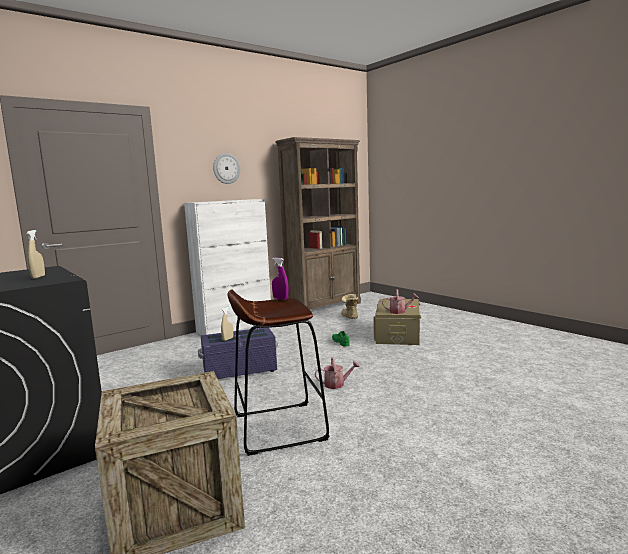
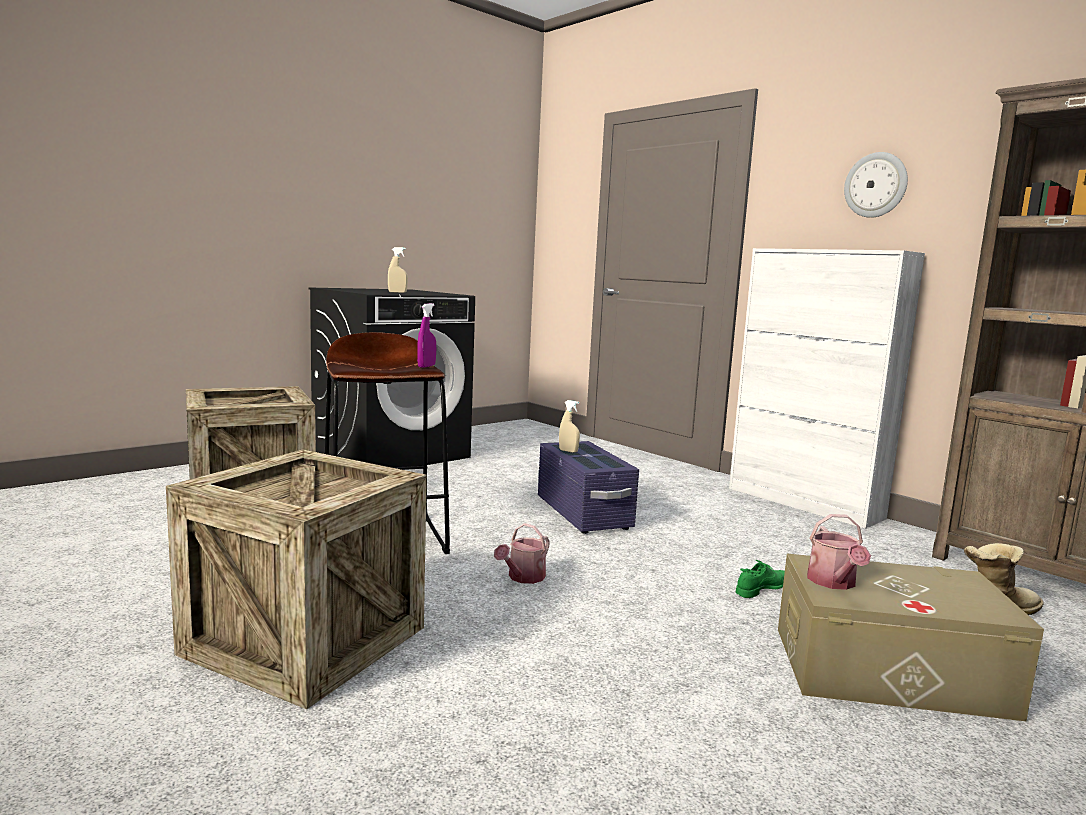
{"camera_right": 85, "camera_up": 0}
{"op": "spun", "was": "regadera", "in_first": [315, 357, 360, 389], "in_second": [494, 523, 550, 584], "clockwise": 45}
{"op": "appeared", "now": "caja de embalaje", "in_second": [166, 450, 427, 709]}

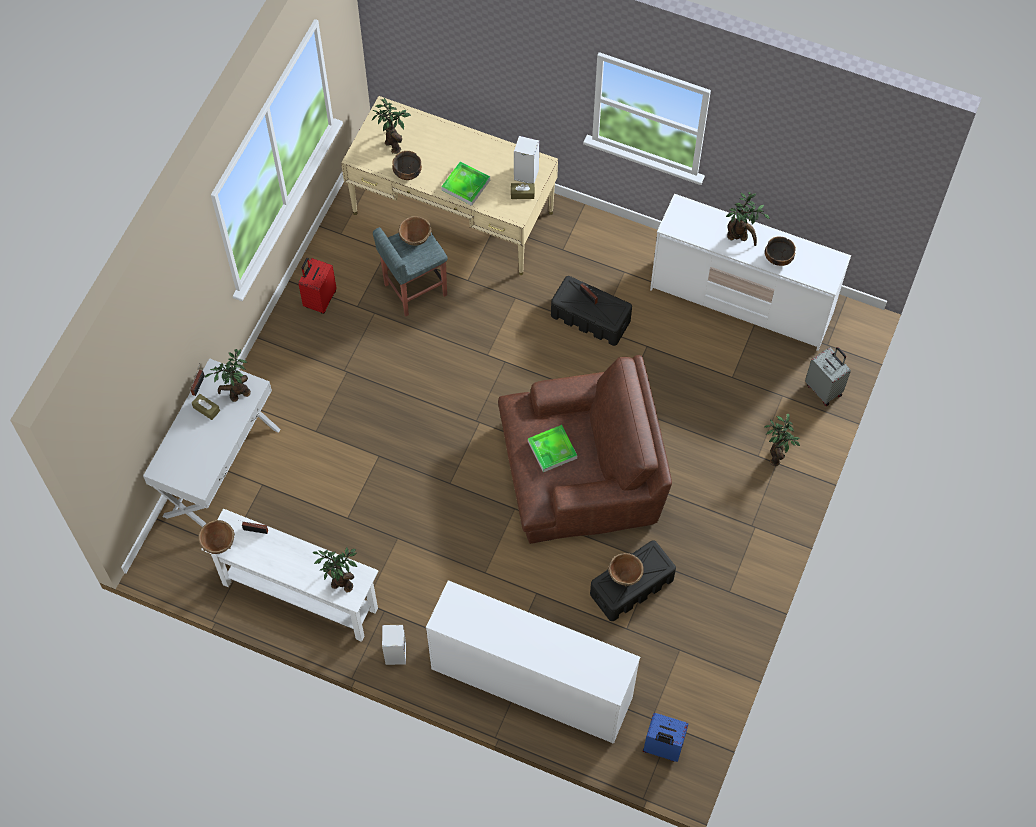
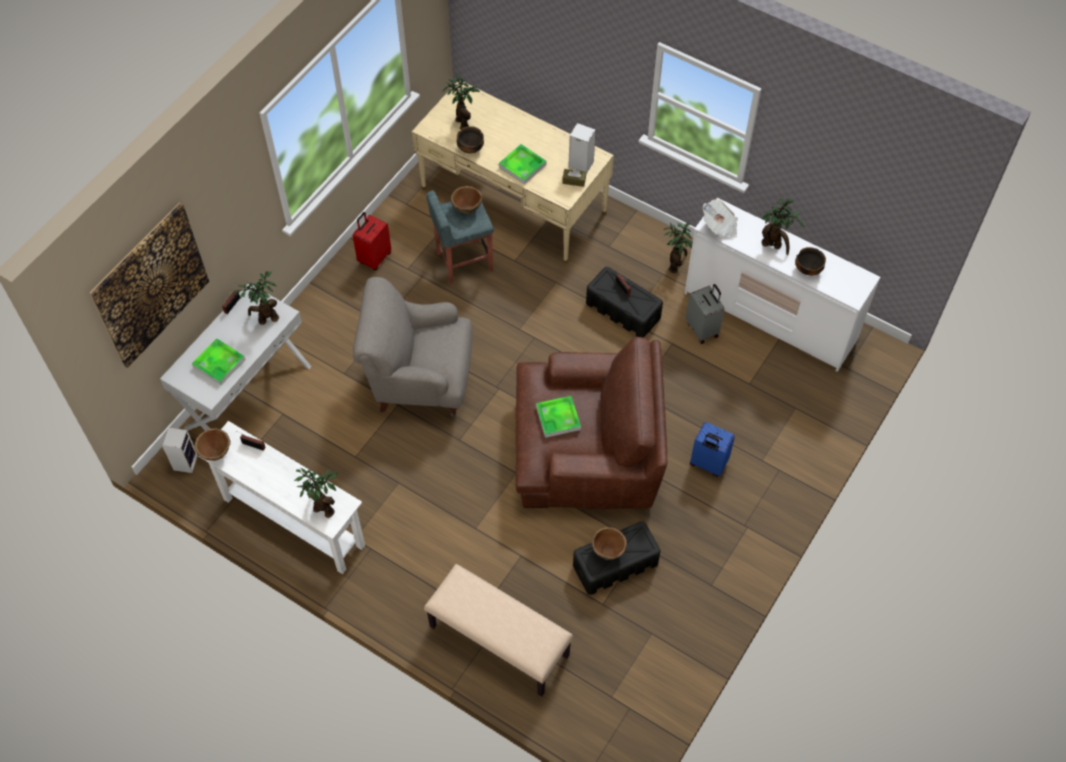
{"camera_right": 10, "camera_up": -5}
{"op": "missing", "was": "caja de pañuelos (marrón)", "in_first": [192, 394, 220, 420]}
{"op": "relocated", "was": "altavoz", "in_first": [382, 625, 406, 665], "in_second": [162, 427, 197, 473]}
{"op": "exchanged", "was": "cómoda (blanco)", "now": "banco (beis)", "in_first": [426, 580, 640, 744], "in_second": [424, 564, 573, 697]}
{"op": "relocated", "was": "maleta (azul)", "in_first": [643, 713, 689, 762], "in_second": [690, 422, 735, 476]}
{"op": "relocated", "was": "planta en maceta", "in_first": [764, 414, 800, 466], "in_second": [663, 222, 693, 273]}
{"op": "relocated", "was": "maleta (gris)", "in_first": [805, 347, 851, 406], "in_second": [686, 284, 725, 344]}
{"op": "appeared", "now": "cuadro", "in_second": [90, 203, 209, 368]}
{"op": "appeared", "now": "bandeja", "in_second": [192, 338, 246, 385]}
{"op": "appeared", "now": "sillón (gris)", "in_second": [353, 277, 473, 416]}
{"op": "appeared", "now": "periódico", "in_second": [703, 200, 738, 238]}

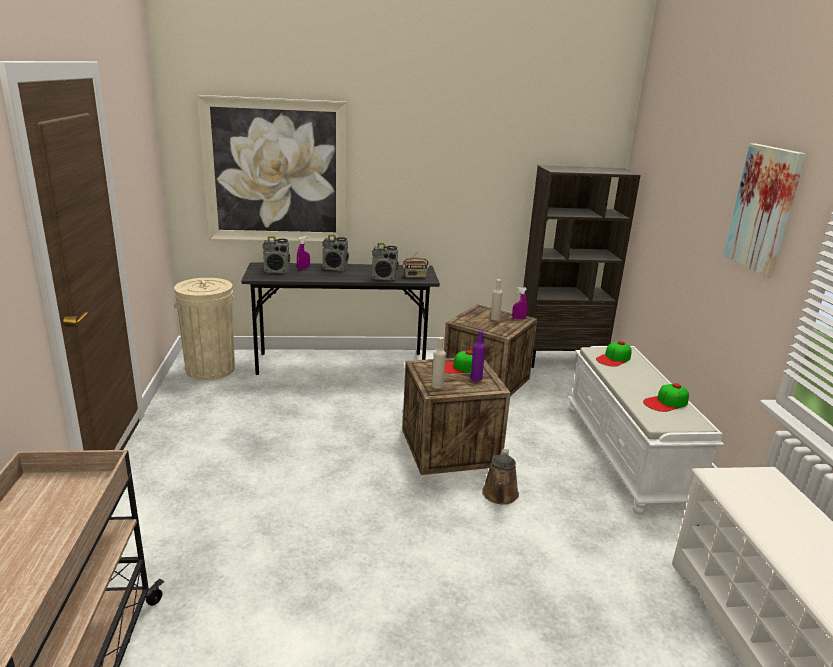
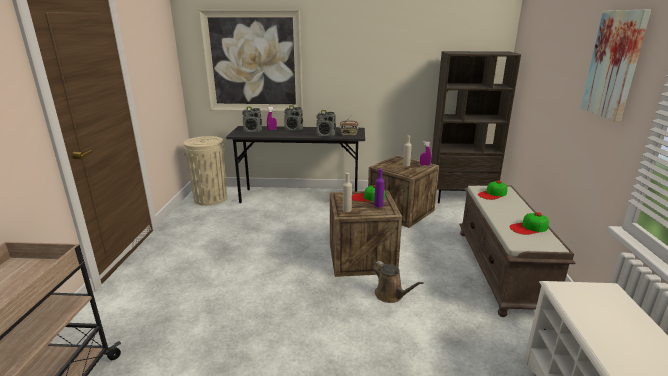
{"camera_right": 10, "camera_up": 0}
{"op": "spun", "was": "regadera (marrón)", "in_first": [482, 449, 519, 505], "in_second": [373, 261, 424, 303], "clockwise": -60}
{"op": "colour", "was": "banco (blanco)", "now": "banco (marrón)", "in_first": [568, 346, 724, 515], "in_second": [459, 185, 575, 317]}

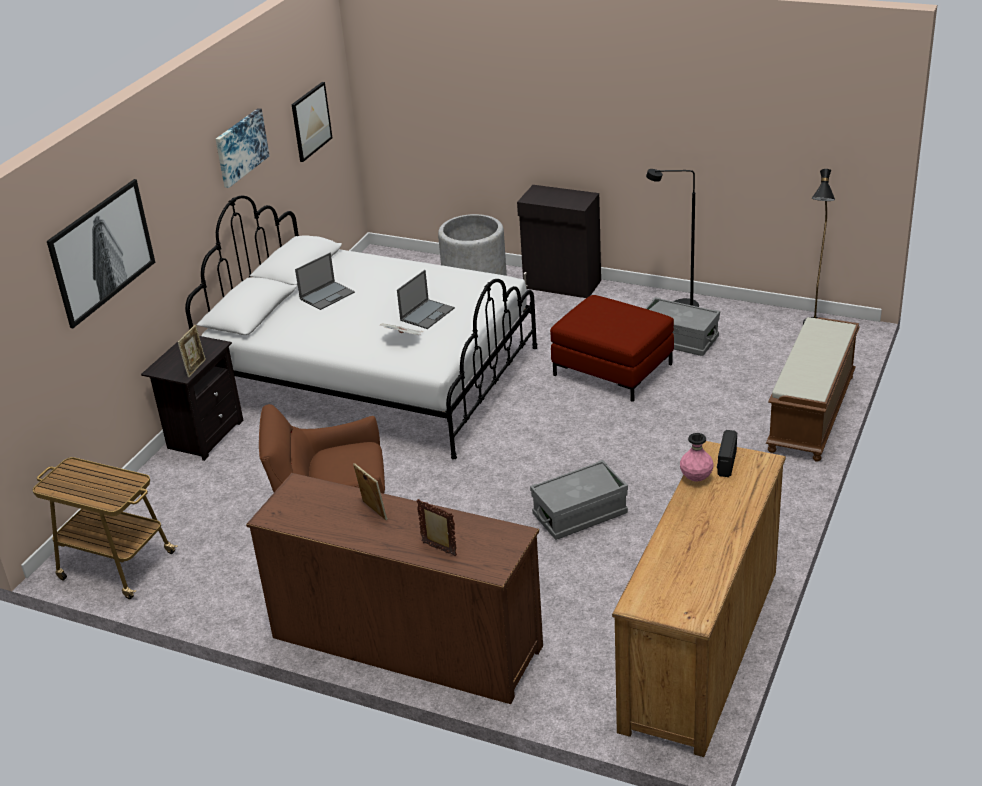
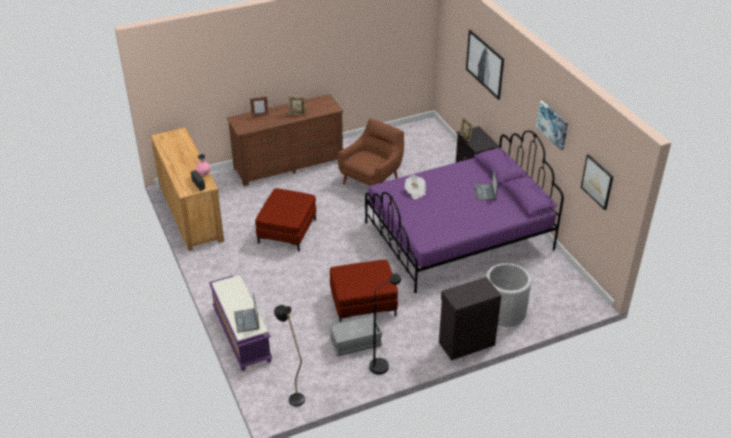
{"camera_right": 130, "camera_up": 5}
{"op": "missing", "was": "carrito", "in_first": [33, 457, 178, 599]}
{"op": "colour", "was": "cama (blanco)", "now": "cama (morado)", "in_first": [185, 196, 538, 459], "in_second": [365, 130, 564, 293]}
{"op": "relocated", "was": "portátil", "in_first": [397, 270, 455, 329], "in_second": [234, 293, 259, 333]}
{"op": "exchanged", "was": "caja de almacenaje (gris)", "now": "puf (rojo)", "in_first": [530, 460, 628, 540], "in_second": [255, 188, 316, 251]}
{"op": "colour", "was": "banco (marrón)", "now": "banco (morado)", "in_first": [766, 317, 860, 462], "in_second": [209, 275, 273, 371]}

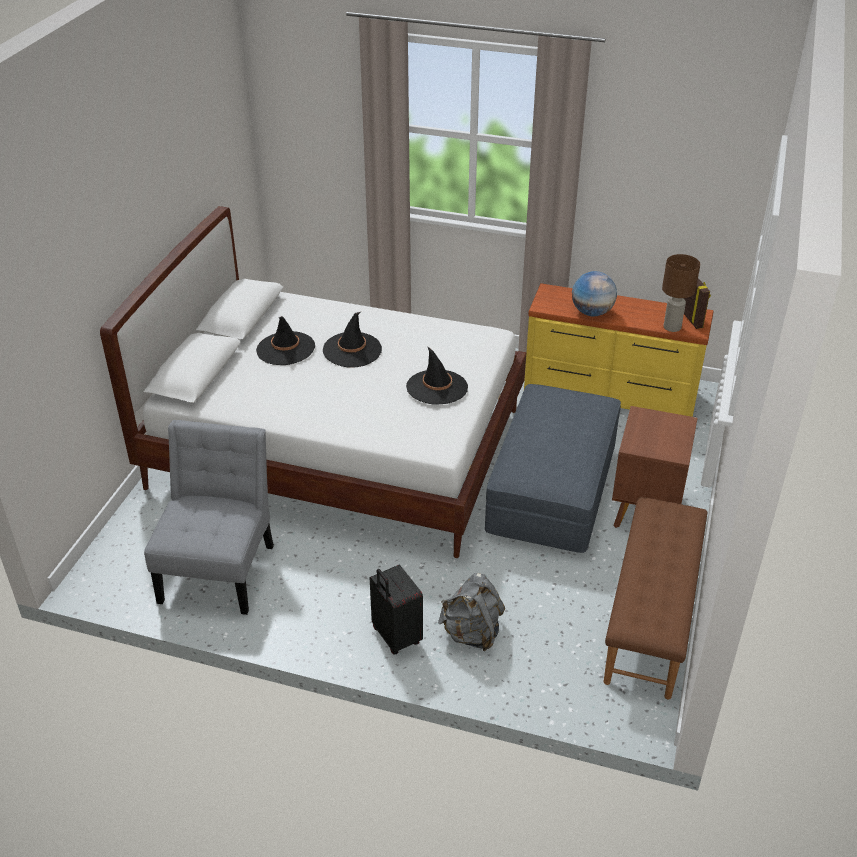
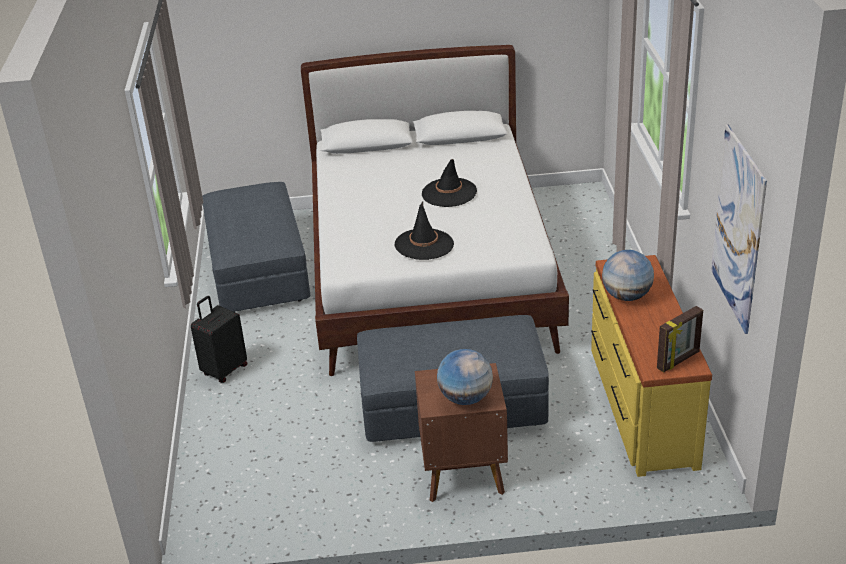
{"camera_right": 70, "camera_up": -5}
{"op": "exchanged", "was": "silla (gris)", "now": "puf (gris)", "in_first": [144, 420, 274, 615], "in_second": [202, 182, 310, 312]}
{"op": "missing", "was": "sombrero (negro)", "in_first": [256, 316, 315, 365]}
{"op": "missing", "was": "mochila (gris)", "in_first": [438, 573, 505, 651]}
{"op": "missing", "was": "banco (marrón)", "in_first": [604, 497, 708, 699]}
{"op": "missing", "was": "lámpara de mesa (marrón)", "in_first": [662, 254, 700, 332]}
{"op": "appeared", "now": "globo terráqueo", "in_second": [437, 349, 493, 405]}
{"op": "appeared", "now": "cuadro", "in_second": [711, 124, 767, 334]}

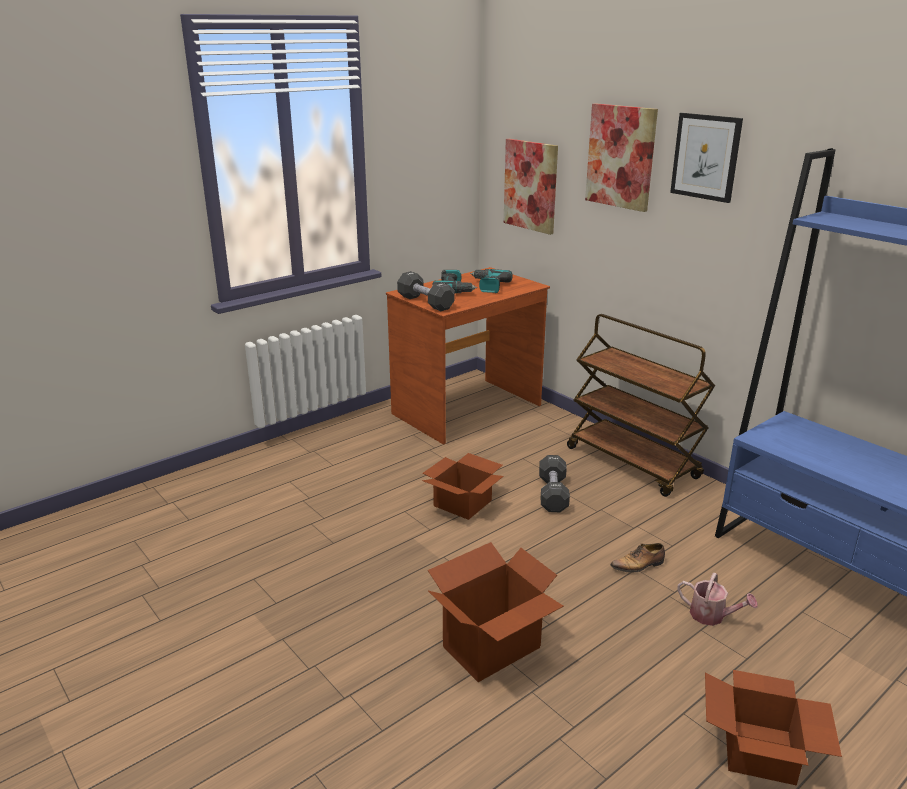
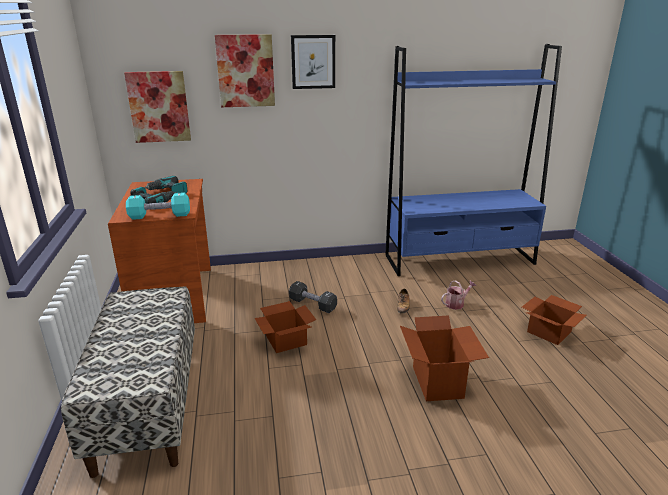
{"camera_right": -60, "camera_up": 0}
{"op": "colour", "was": "mancuerna (negro)", "now": "mancuerna (turquesa)", "in_first": [397, 271, 455, 311], "in_second": [126, 192, 190, 220]}
{"op": "missing", "was": "carrito (marrón)", "in_first": [567, 314, 715, 497]}
{"op": "appeared", "now": "banco", "in_second": [61, 286, 195, 478]}

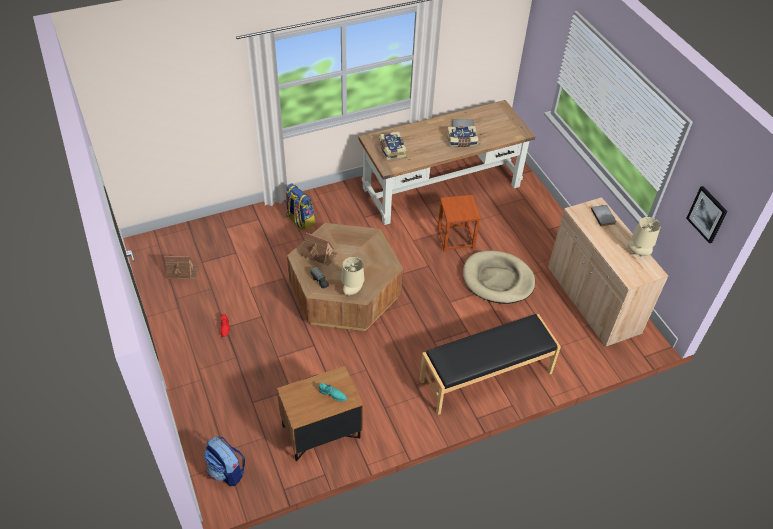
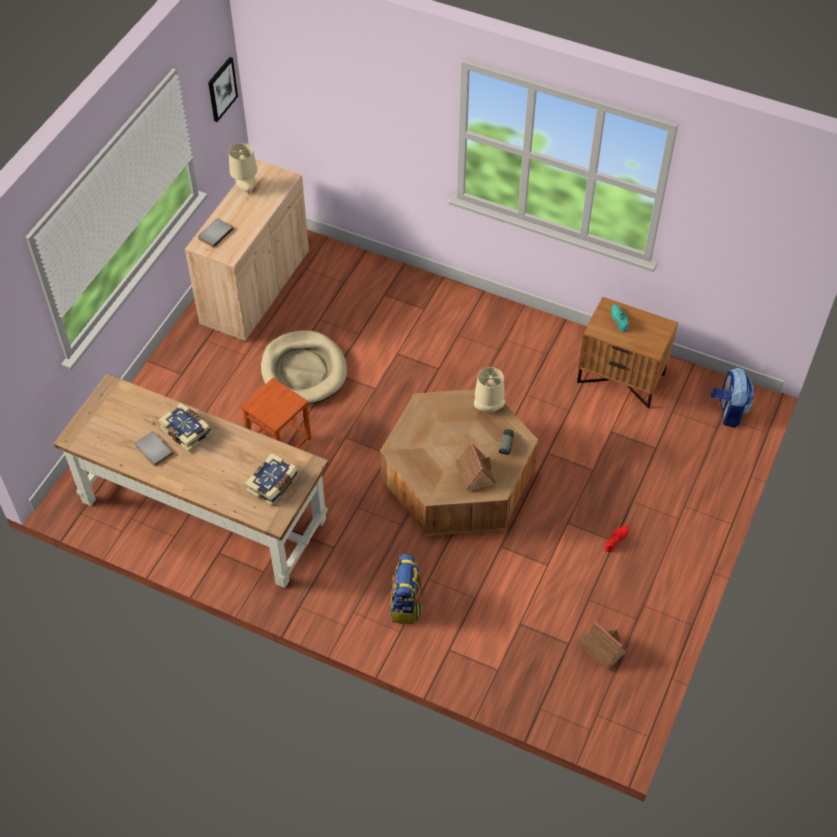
{"camera_right": -130, "camera_up": 5}
{"op": "missing", "was": "banco (negro)", "in_first": [419, 314, 561, 415]}

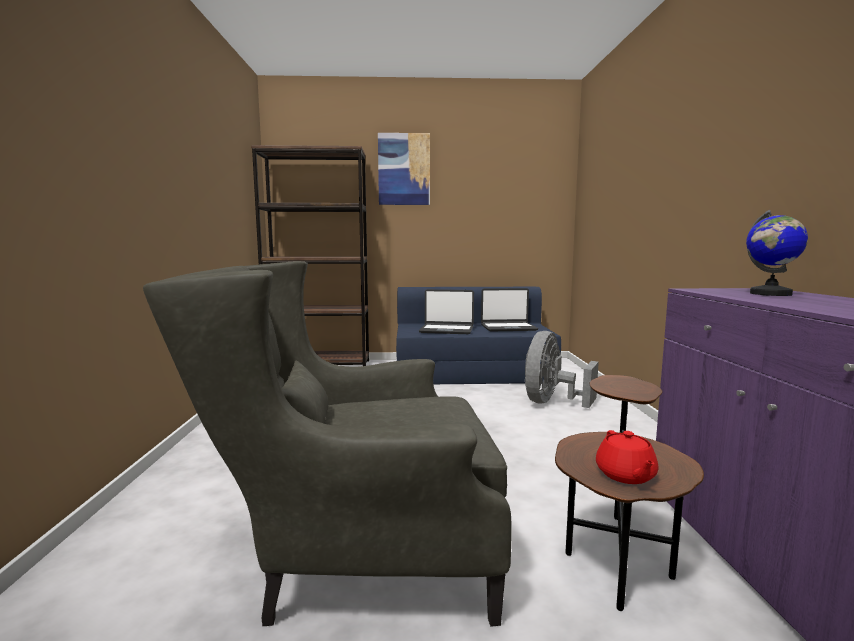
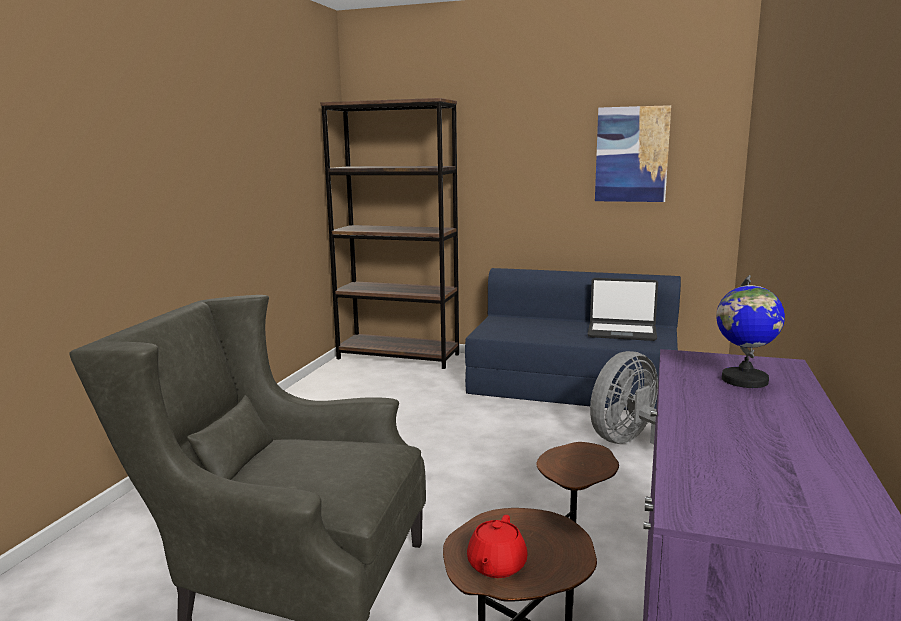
{"camera_right": 20, "camera_up": 5}
{"op": "relocated", "was": "cuadro", "in_first": [378, 133, 430, 205], "in_second": [595, 105, 671, 202]}
{"op": "missing", "was": "portátil", "in_first": [419, 289, 474, 334]}

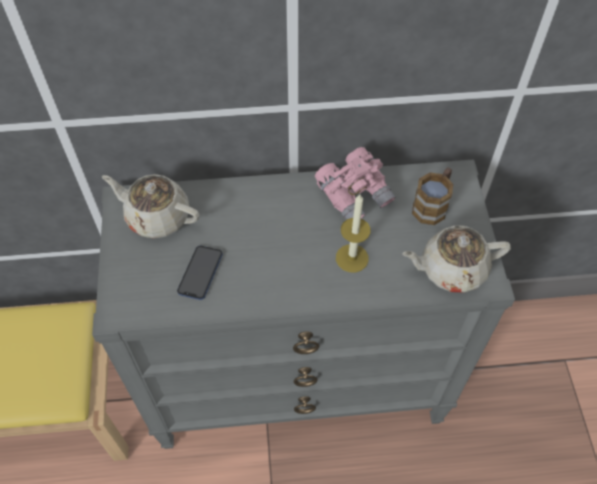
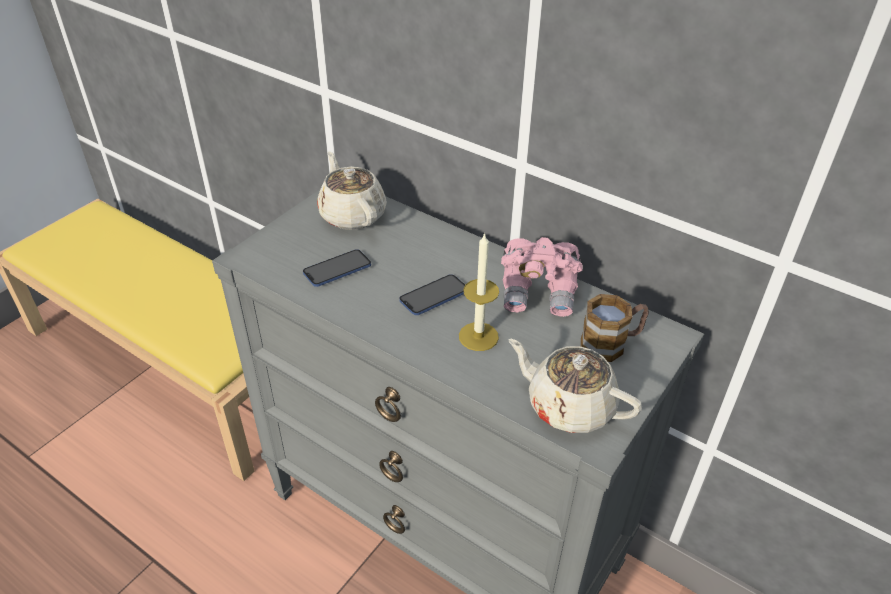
{"camera_right": 40, "camera_up": -15}
{"op": "appeared", "now": "móvil", "in_second": [399, 274, 465, 315]}

